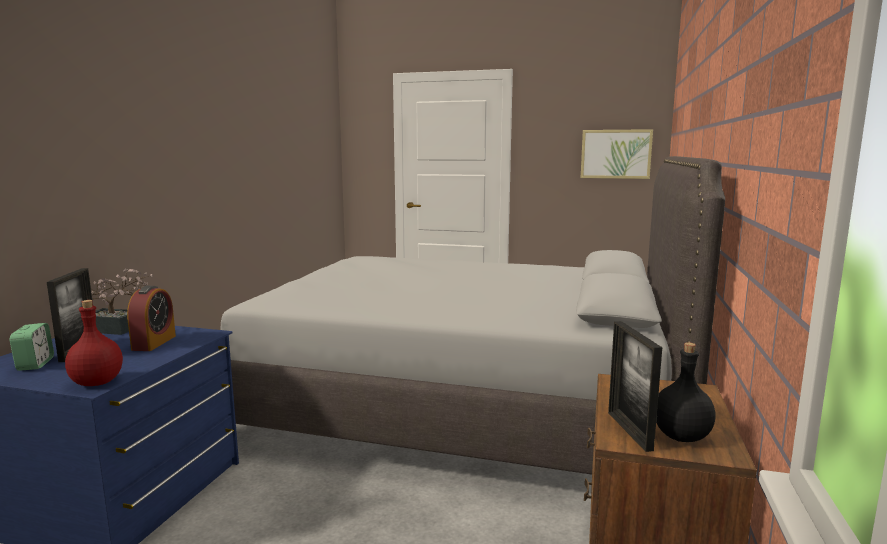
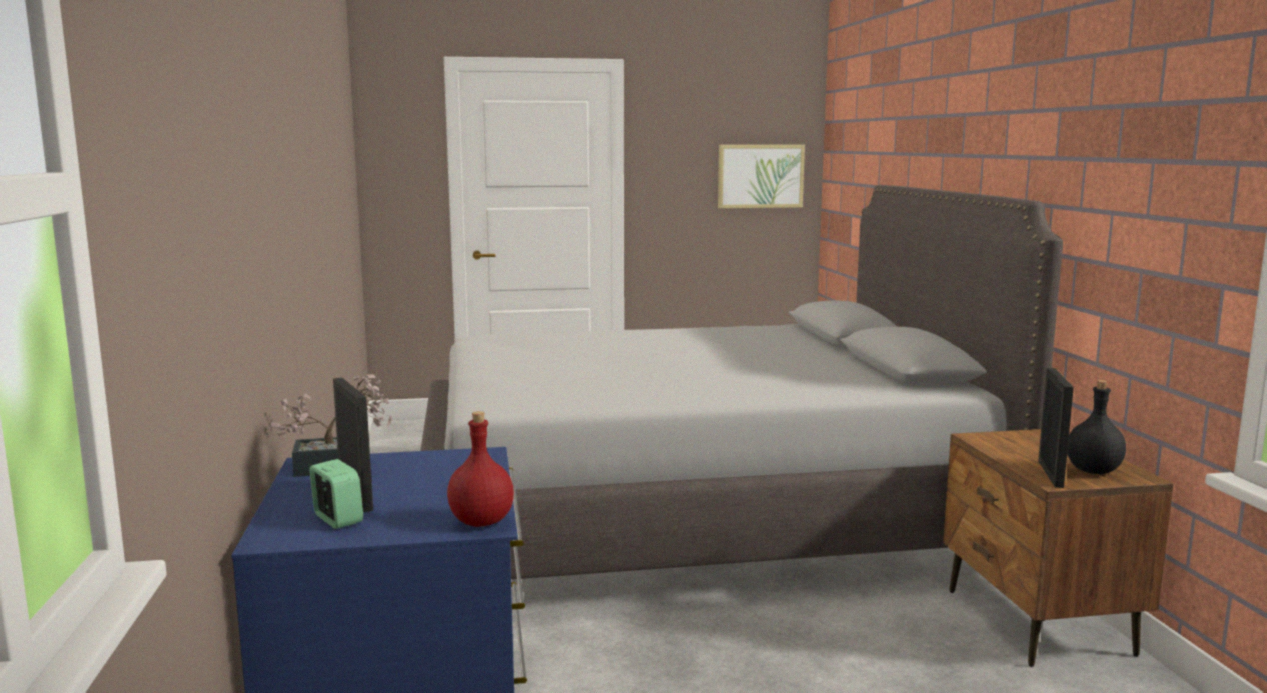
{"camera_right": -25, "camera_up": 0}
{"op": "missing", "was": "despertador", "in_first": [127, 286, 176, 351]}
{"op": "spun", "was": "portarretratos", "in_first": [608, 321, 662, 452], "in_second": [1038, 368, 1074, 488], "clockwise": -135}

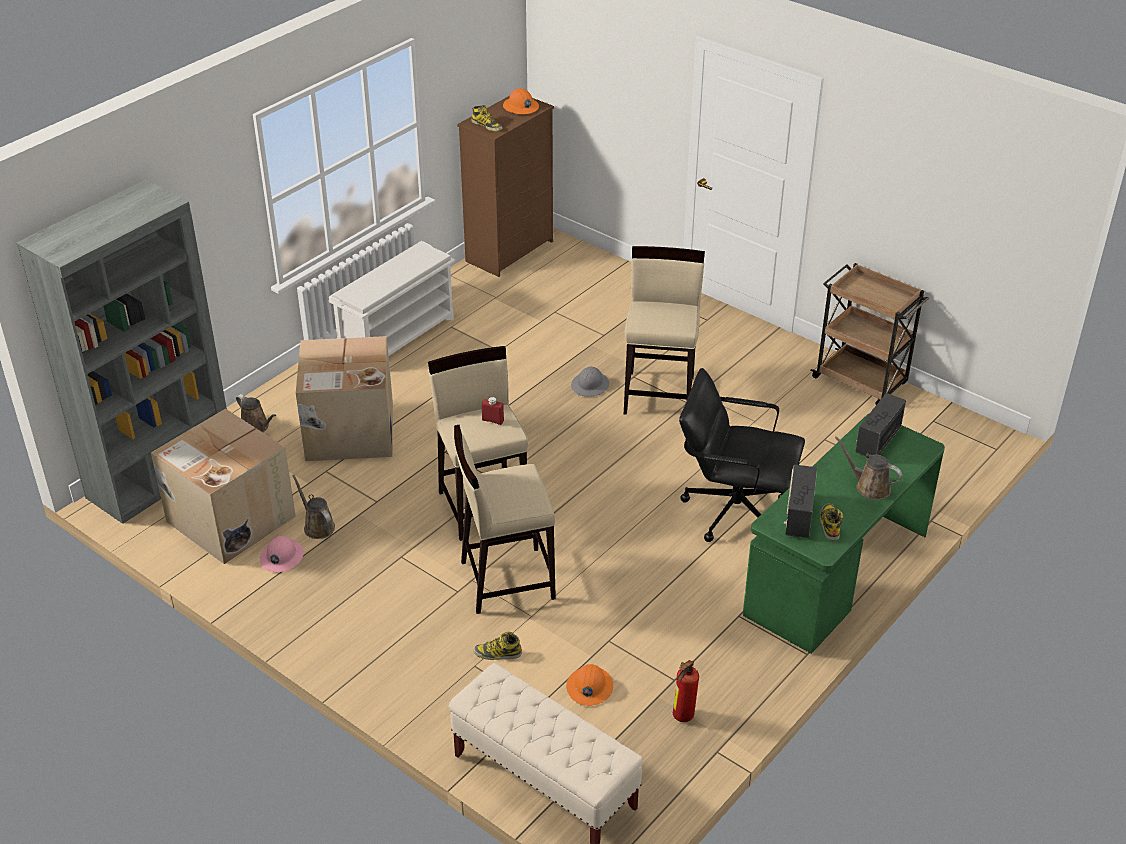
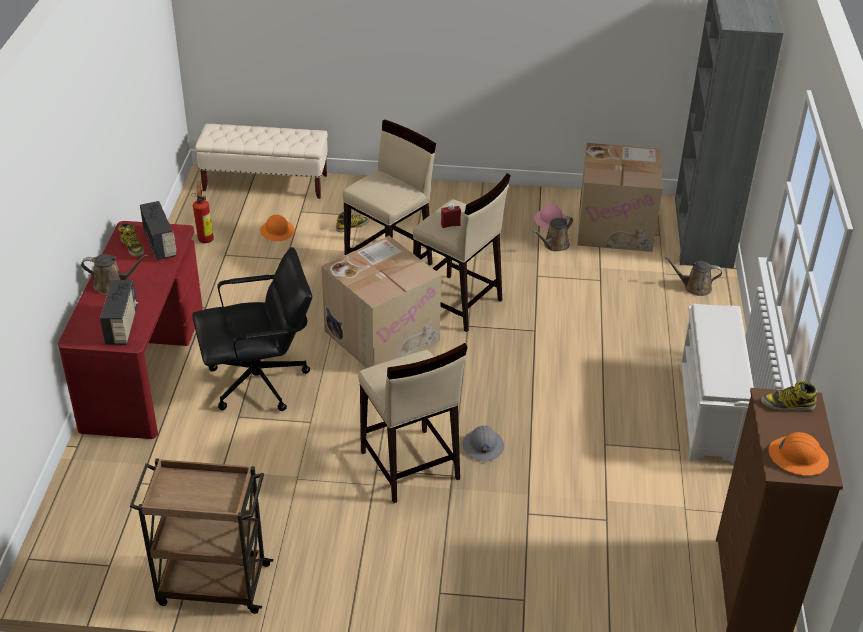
{"camera_right": 145, "camera_up": 0}
{"op": "spun", "was": "regadera (marrón)", "in_first": [292, 475, 335, 539], "in_second": [533, 216, 573, 252], "clockwise": 120}
{"op": "relocated", "was": "caja de cartón", "in_first": [296, 336, 393, 461], "in_second": [321, 236, 441, 368]}
{"op": "colour", "was": "escritorio (verde)", "now": "escritorio (rojo)", "in_first": [743, 413, 945, 654], "in_second": [58, 221, 203, 439]}

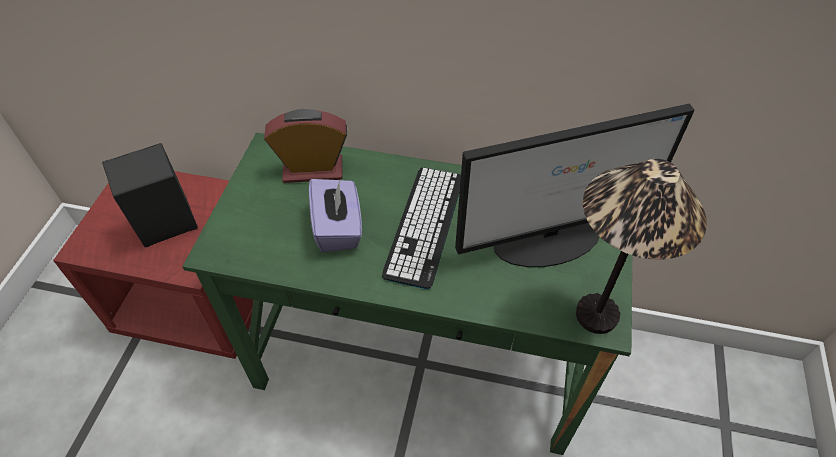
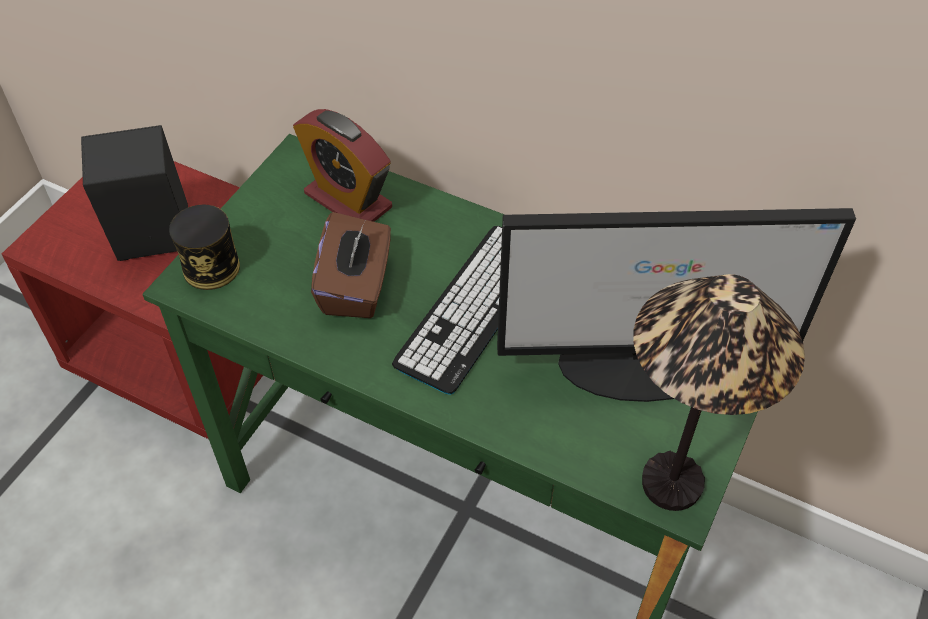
{"camera_right": 15, "camera_up": 0}
{"op": "spun", "was": "despertador", "in_first": [264, 109, 347, 183], "in_second": [293, 109, 392, 222], "clockwise": -150}
{"op": "colour", "was": "caja de pañuelos (morado)", "now": "caja de pañuelos (marrón)", "in_first": [309, 179, 362, 252], "in_second": [311, 212, 391, 318]}
{"op": "appeared", "now": "lata", "in_second": [169, 204, 240, 290]}

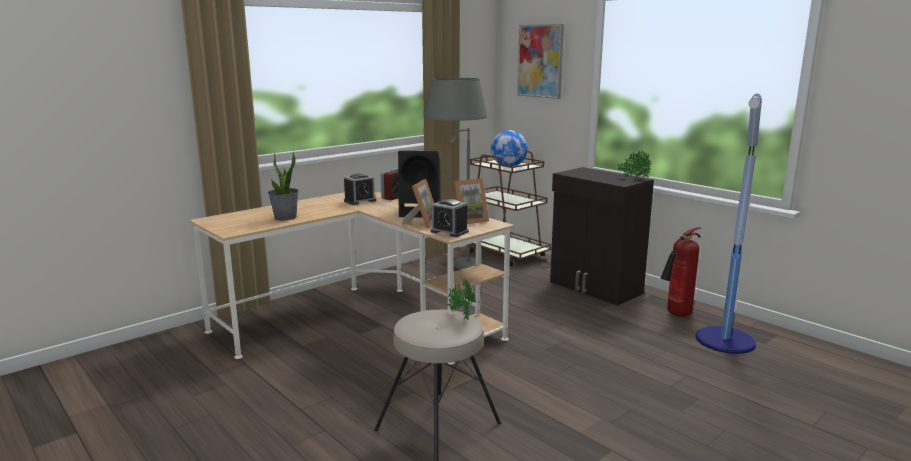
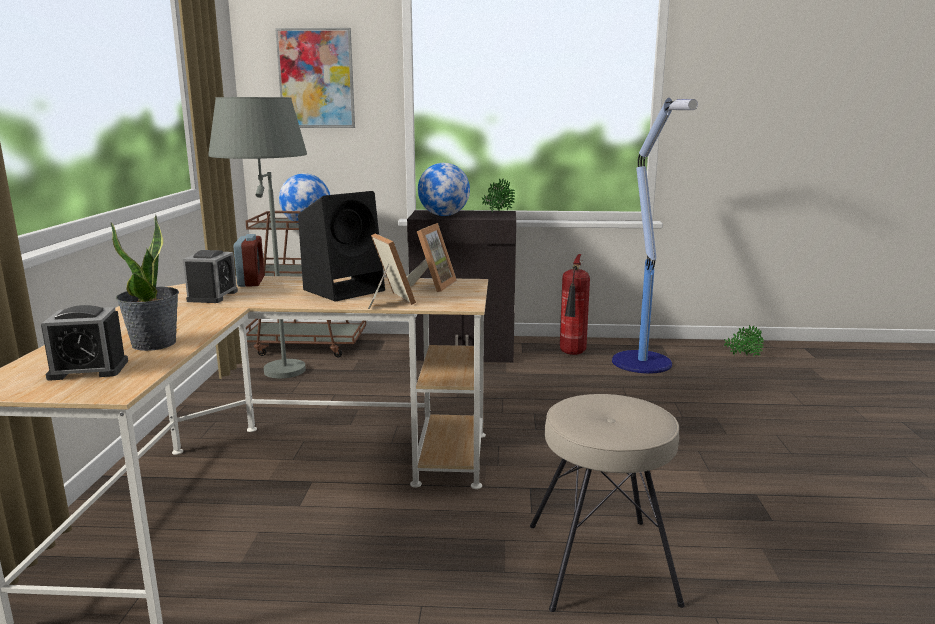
{"camera_right": -45, "camera_up": 0}
{"op": "relocated", "was": "despertador", "in_first": [430, 199, 469, 237], "in_second": [41, 305, 128, 381]}
{"op": "relocated", "was": "planta en maceta", "in_first": [447, 277, 476, 320], "in_second": [724, 325, 764, 357]}
{"op": "appeared", "now": "globo terráqueo", "in_second": [418, 163, 470, 216]}

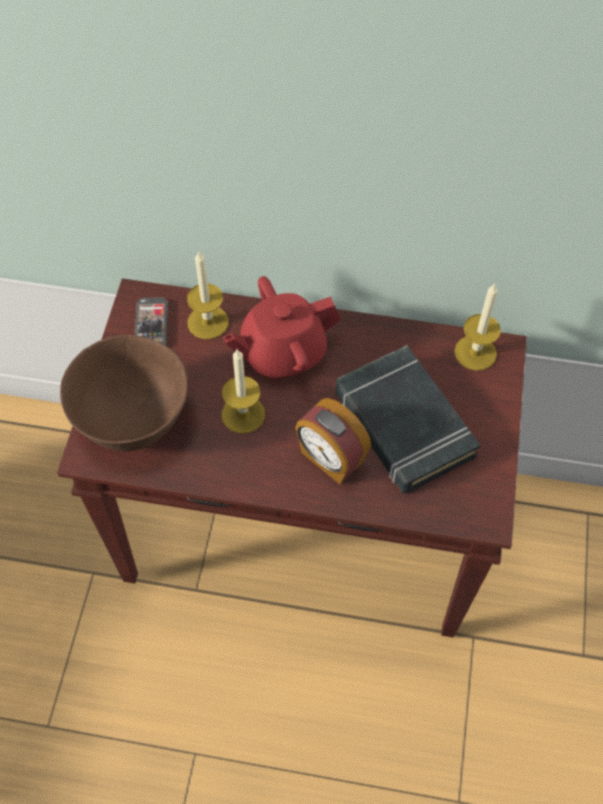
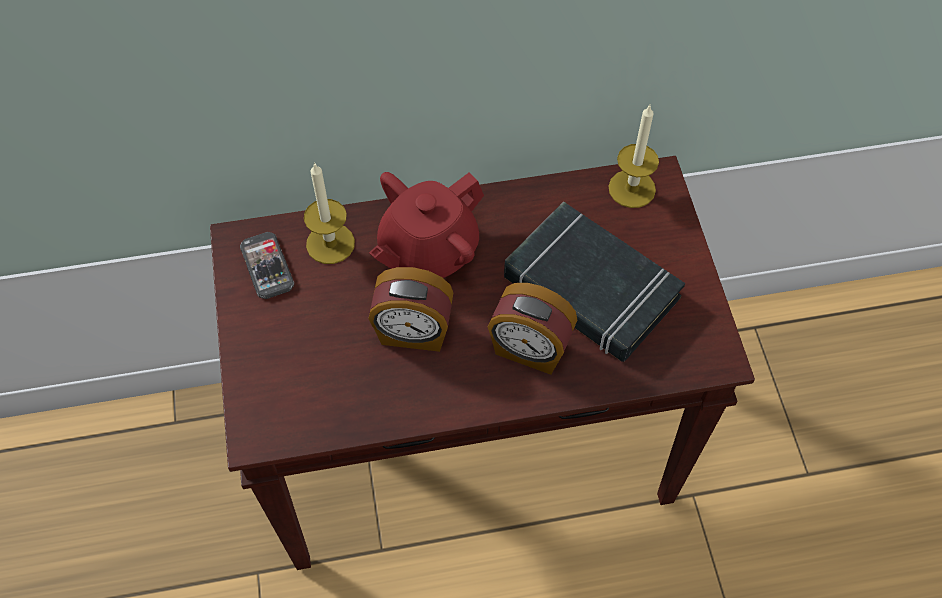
{"camera_right": -20, "camera_up": 0}
{"op": "missing", "was": "cuenco (marrón)", "in_first": [60, 335, 188, 451]}
{"op": "exchanged", "was": "vela", "now": "despertador", "in_first": [221, 349, 265, 434], "in_second": [368, 267, 453, 352]}

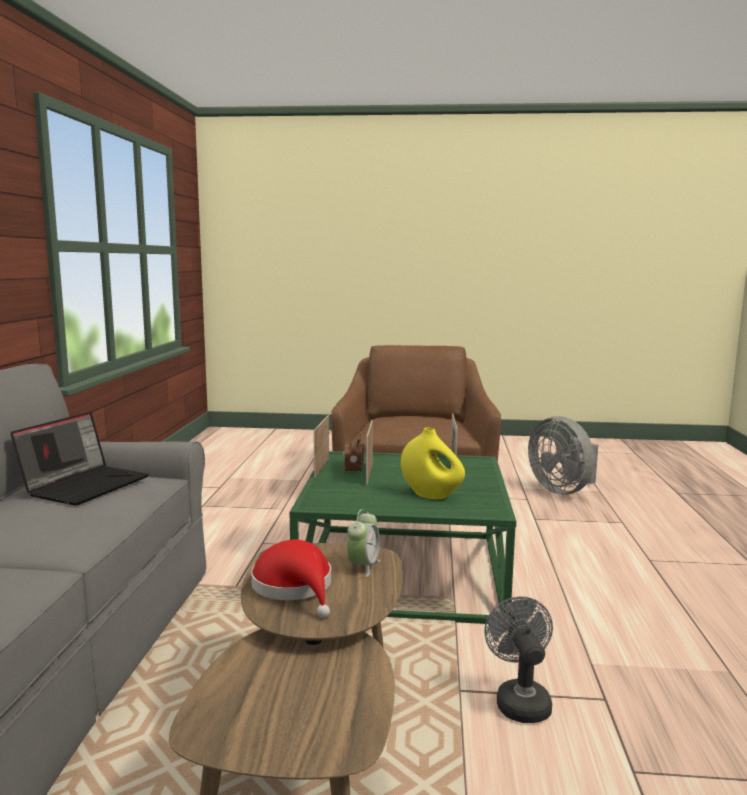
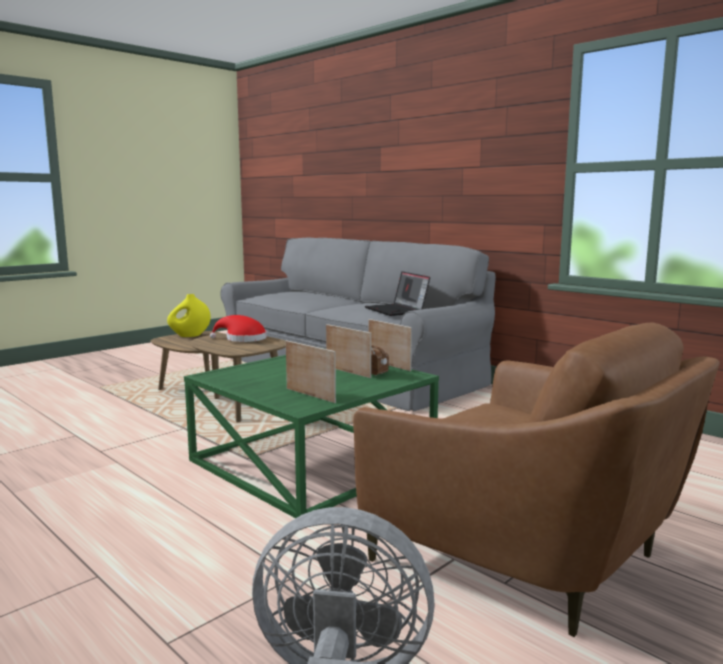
{"camera_right": 130, "camera_up": 0}
{"op": "missing", "was": "despertador", "in_first": [347, 509, 380, 577]}
{"op": "relocated", "was": "florero (amarillo)", "in_first": [401, 427, 465, 499], "in_second": [167, 294, 211, 337]}
{"op": "missing", "was": "ventilador (gris)", "in_first": [484, 596, 553, 723]}

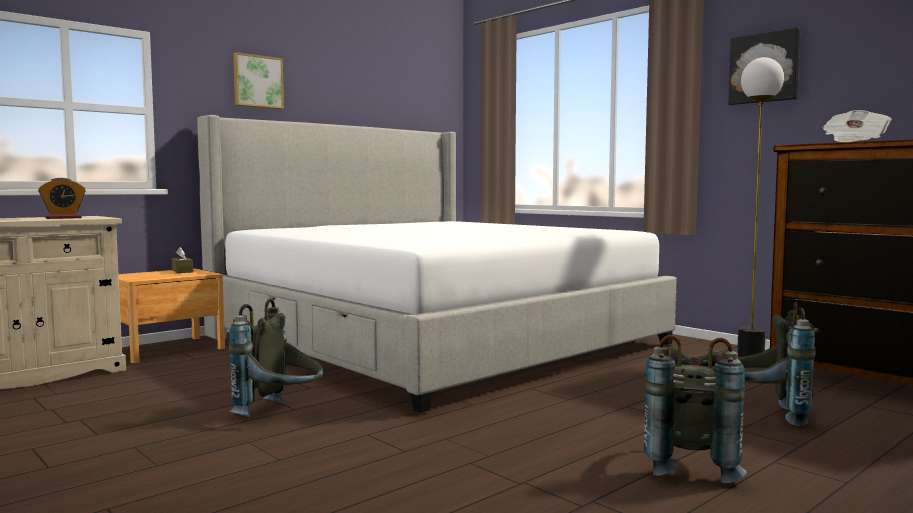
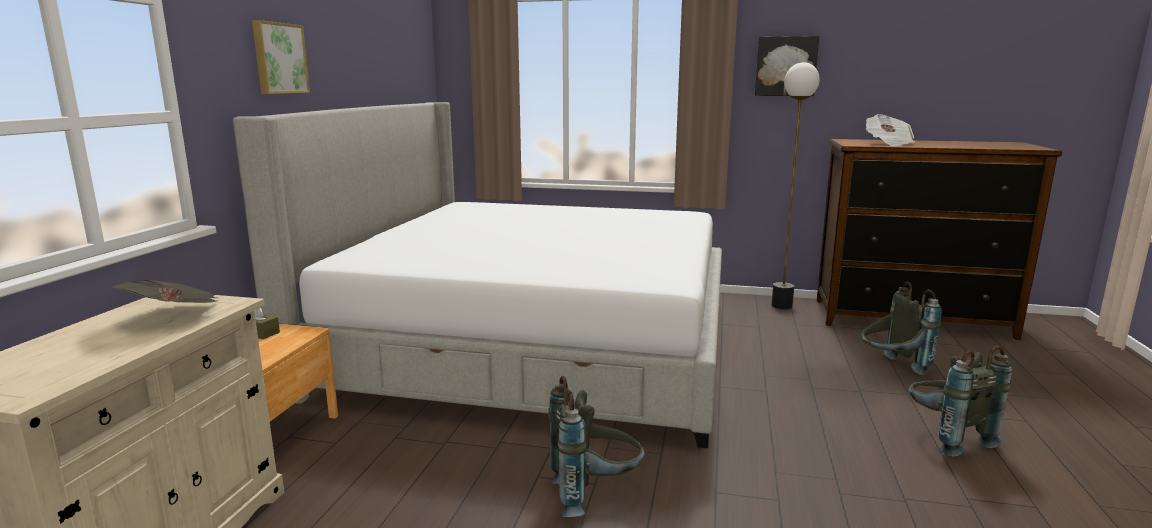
{"camera_right": -35, "camera_up": 10}
{"op": "exchanged", "was": "despertador", "now": "periódico", "in_first": [38, 178, 86, 219], "in_second": [112, 280, 218, 303]}

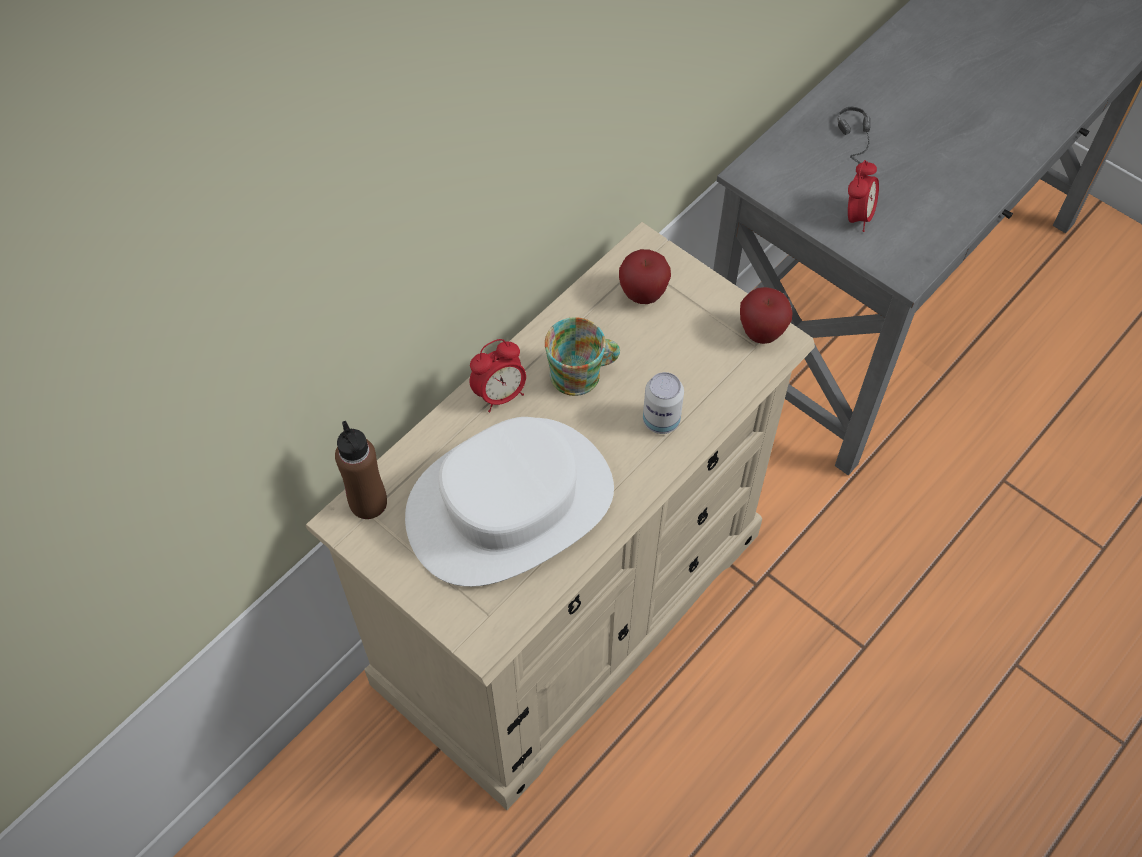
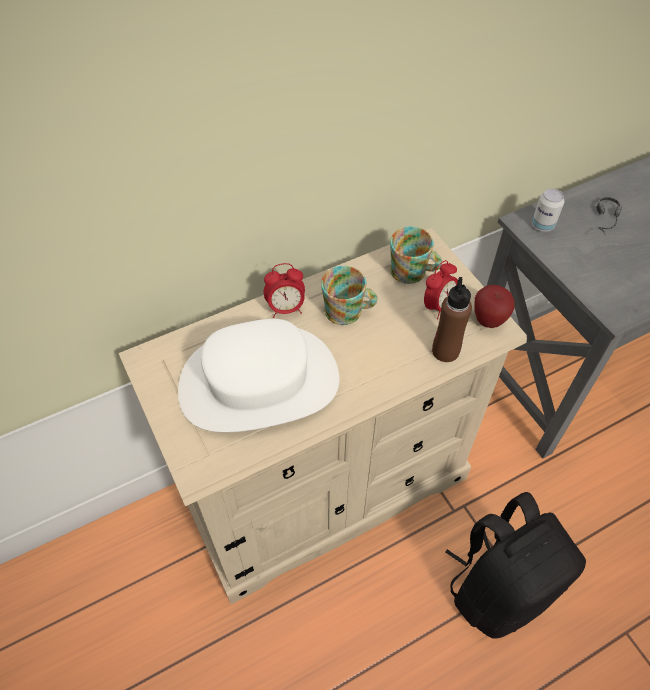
{"camera_right": 20, "camera_up": -5}
{"op": "relocated", "was": "botella (marrón)", "in_first": [335, 421, 387, 519], "in_second": [432, 277, 472, 362]}
{"op": "exchanged", "was": "manzana", "now": "taza grande", "in_first": [619, 249, 671, 304], "in_second": [390, 226, 442, 284]}
{"op": "relocated", "was": "lata", "in_first": [643, 372, 684, 434], "in_second": [532, 188, 564, 232]}
{"op": "relocated", "was": "despertador", "in_first": [848, 160, 879, 232], "in_second": [424, 260, 458, 319]}
{"op": "appeared", "now": "mochila (negro)", "in_second": [445, 492, 586, 639]}

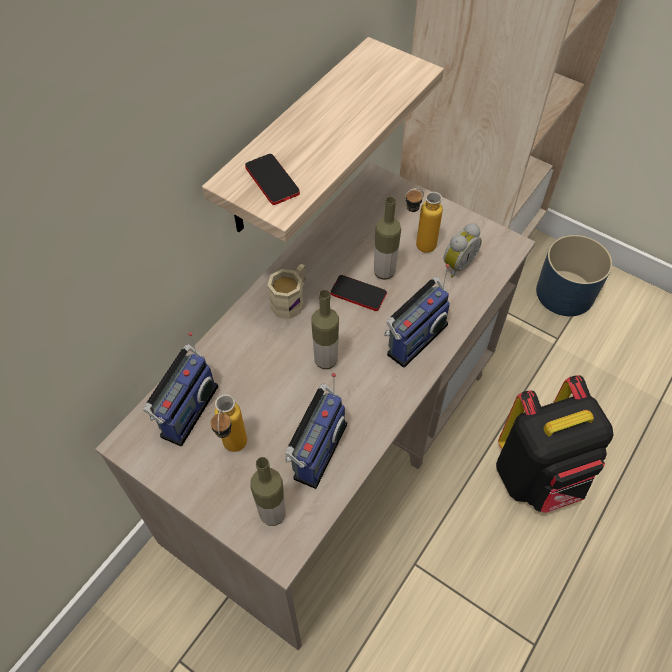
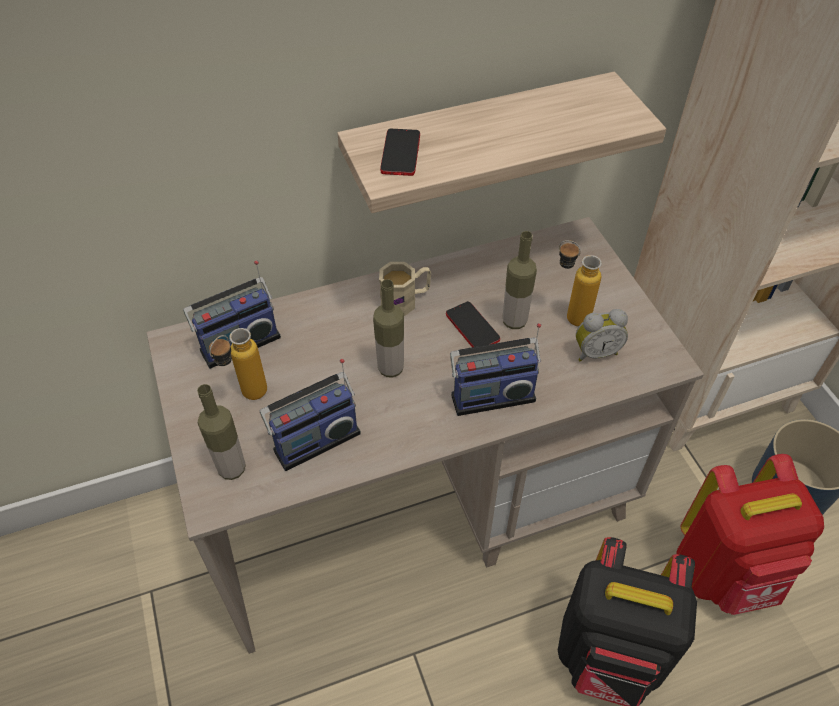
{"camera_right": 35, "camera_up": -5}
{"op": "appeared", "now": "mochila (rojo)", "in_second": [676, 454, 824, 615]}

